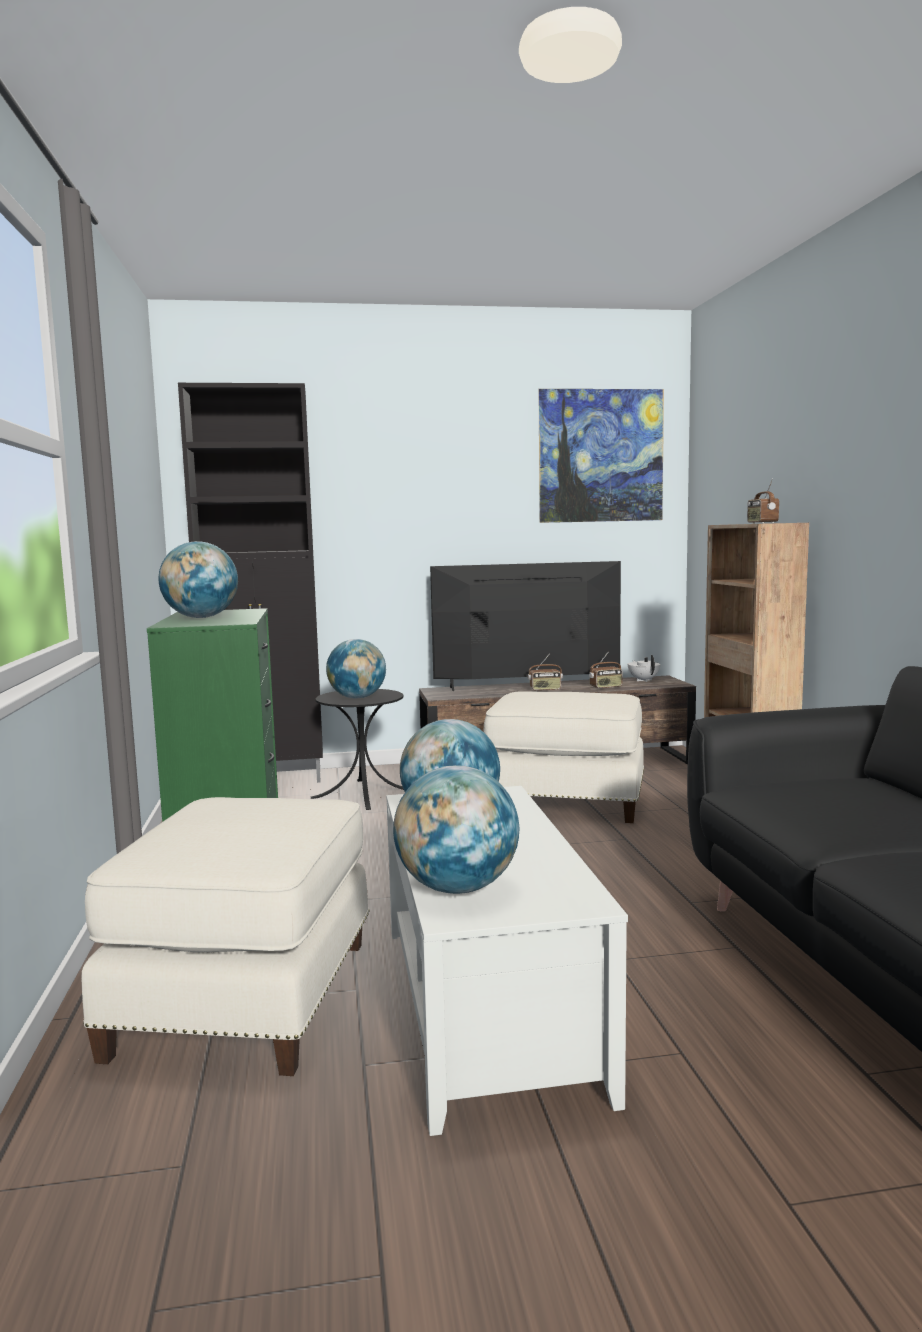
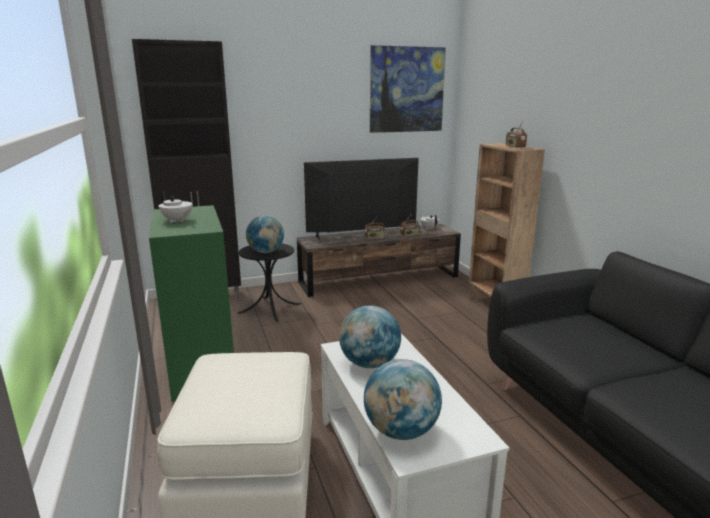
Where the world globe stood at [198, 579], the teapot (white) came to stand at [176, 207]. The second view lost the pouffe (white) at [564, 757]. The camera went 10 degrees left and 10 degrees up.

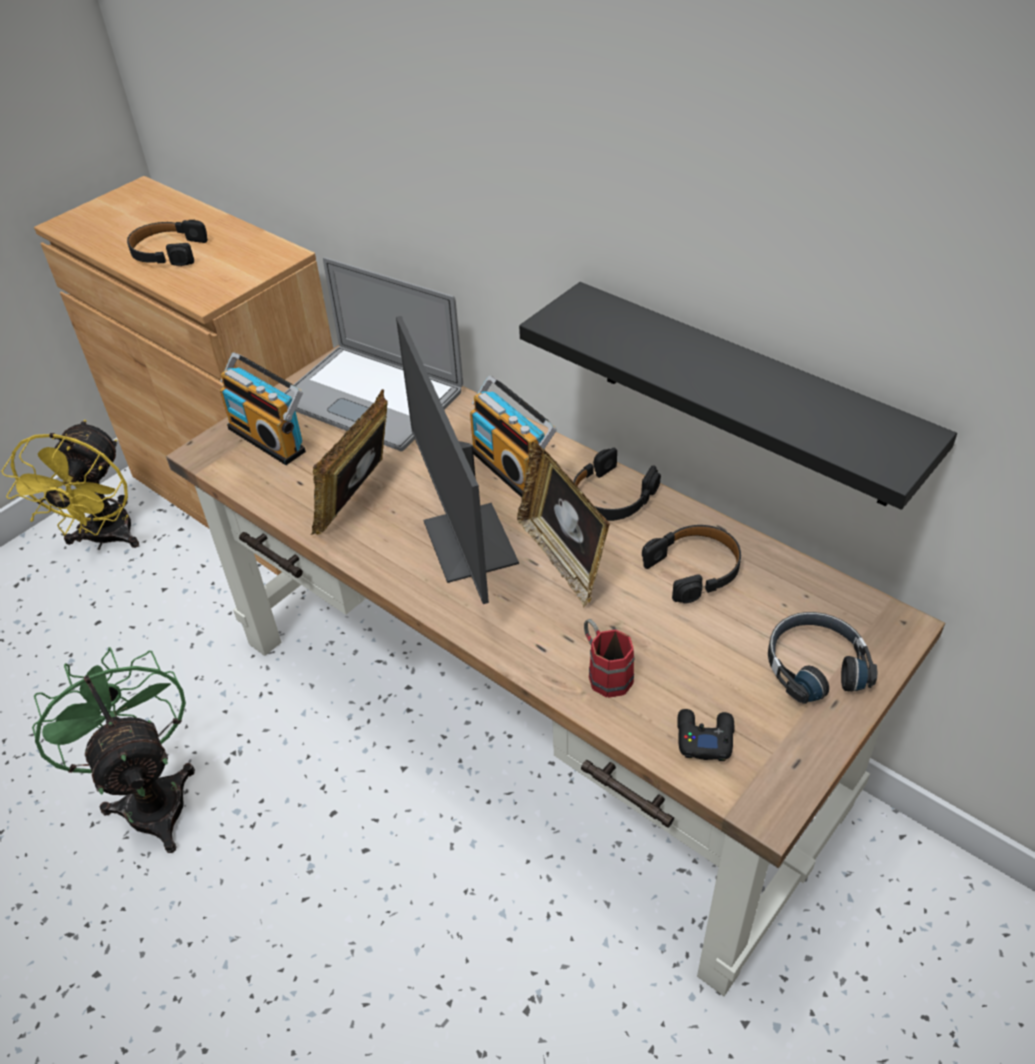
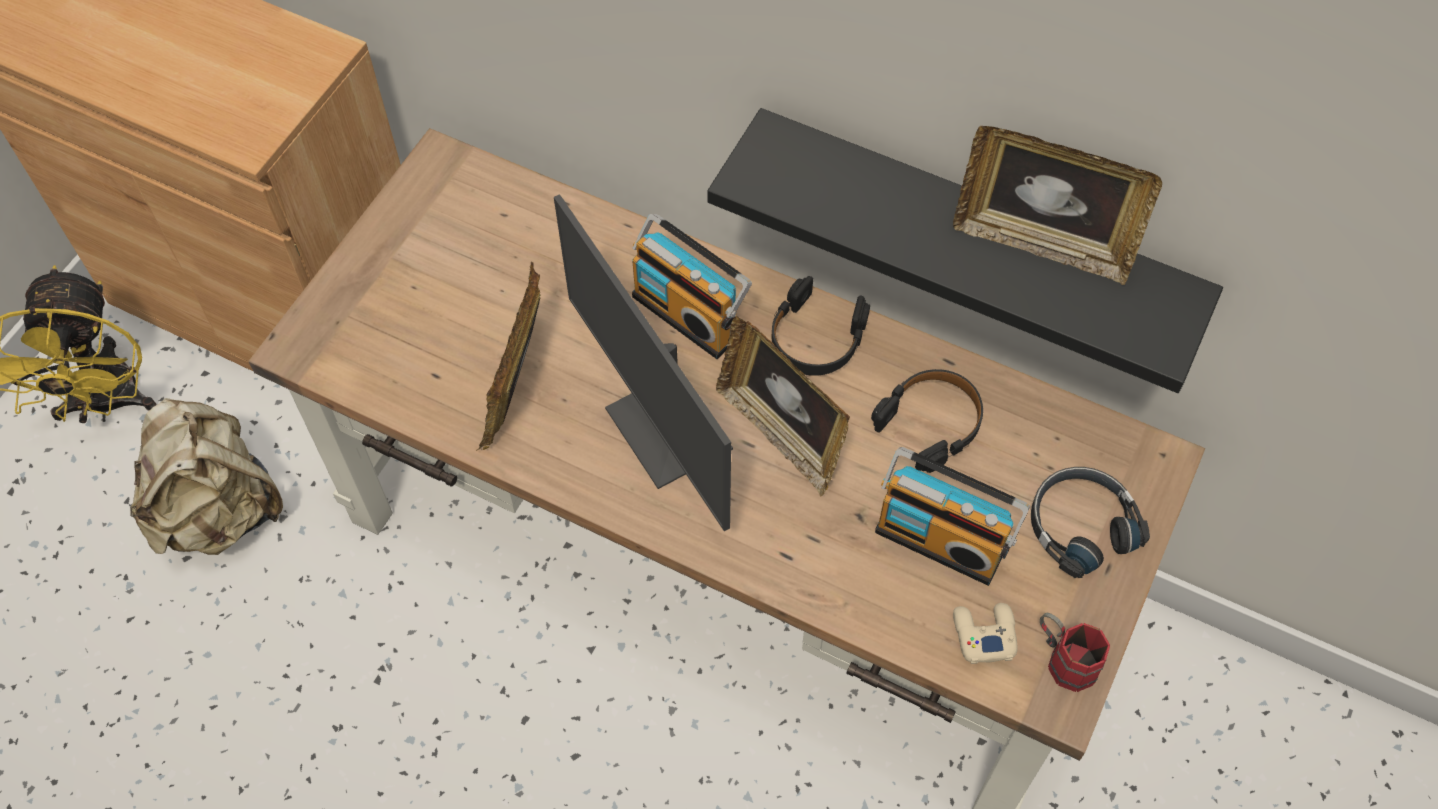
The second view lost the cooling fan (greenish) at [113, 750]. The second view lost the headphones (black) at [167, 243]. The radio ended up elsewhere, having gone from [263, 408] to [952, 516]. The second view lost the portable computer at [373, 354]. The coffee mug (reddish) ended up elsewhere, having gone from [609, 658] to [1075, 652]. What was the joypad (black) at [705, 735] turned into the joypad (beige) at [985, 633]. The second view gained the rucksack (beige) at [206, 476]. The second view gained the photo frame at [1057, 205]. The camera went 15 degrees left and 15 degrees up.

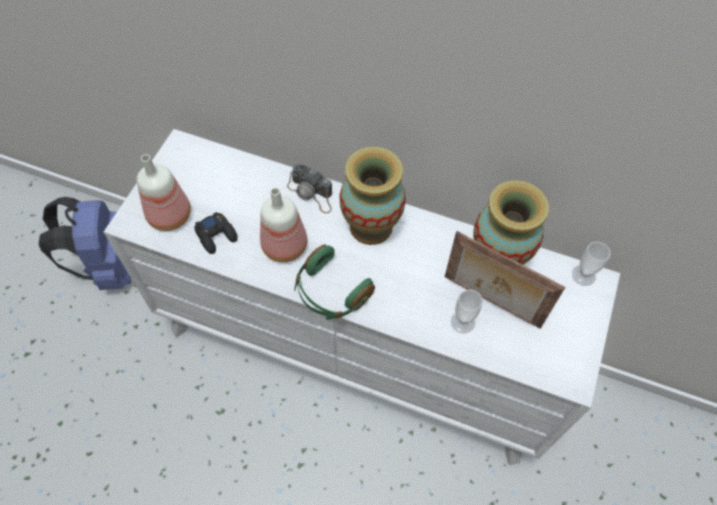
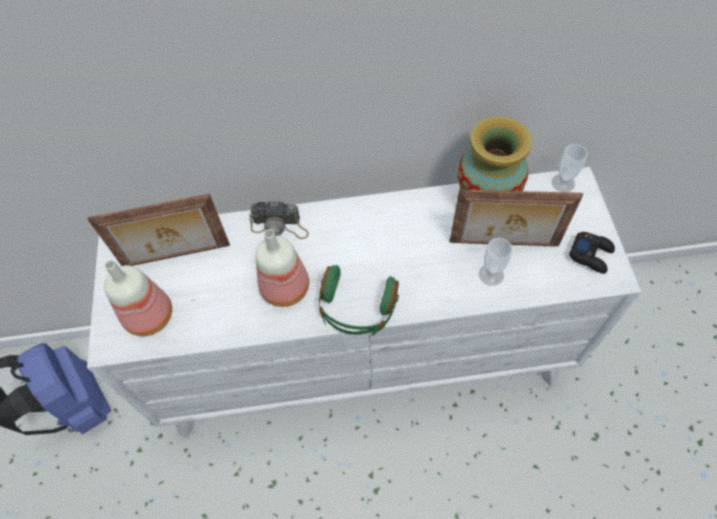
The joypad (black) ended up elsewhere, having gone from [216, 233] to [592, 253]. The second view lost the flower vase at [373, 196]. The second view gained the photo frame at [159, 229]. The camera went 25 degrees left and 0 degrees up.

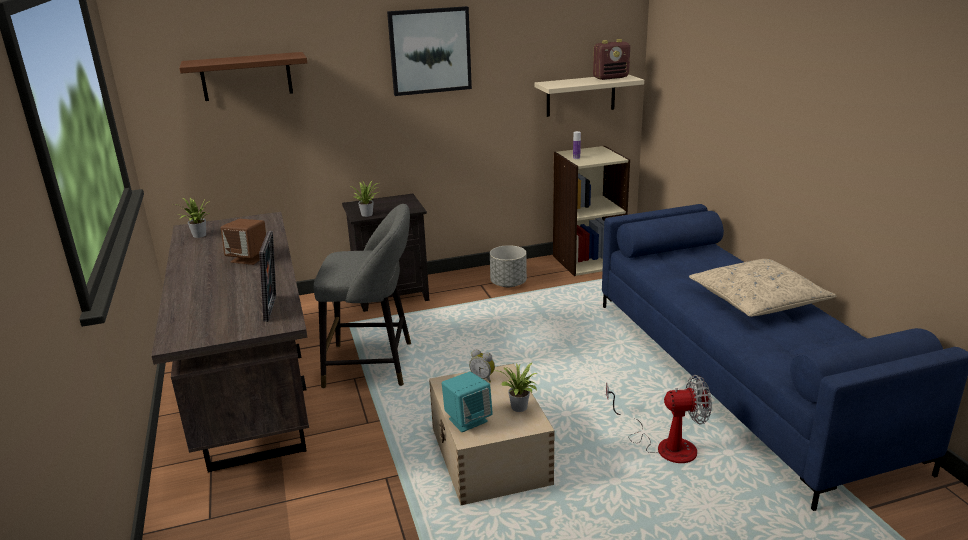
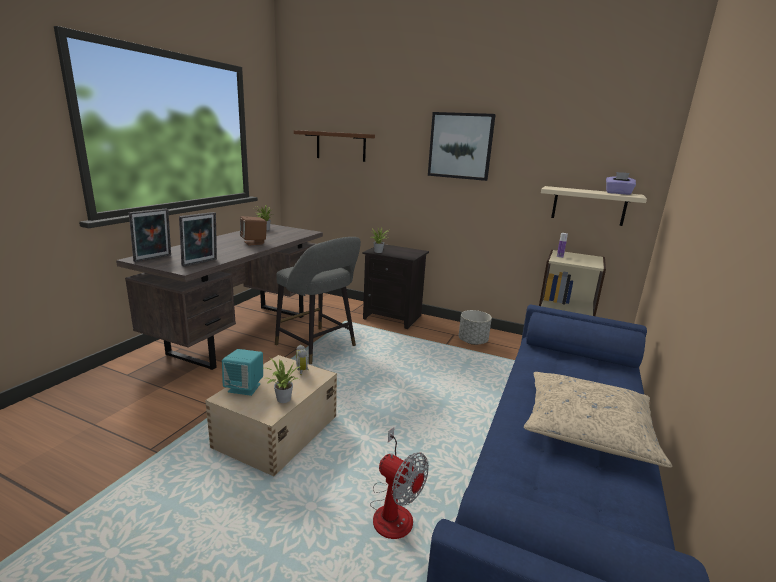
Where the radio stood at [611, 59], the tissue holder (purplish) came to stand at [621, 183]. The second view gained the photo frame at [150, 235]. The camera went 40 degrees right and 5 degrees down.

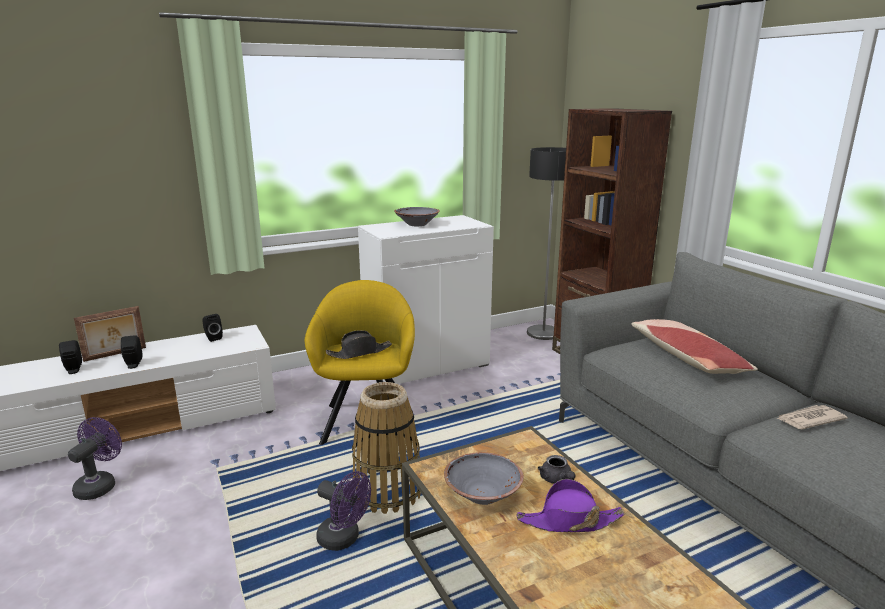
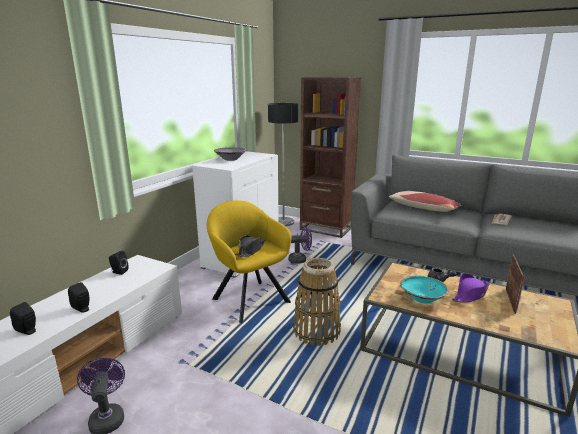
The photo frame ended up elsewhere, having gone from [110, 334] to [515, 284]. The cooling fan (purplish) ended up elsewhere, having gone from [343, 511] to [300, 245]. What was the bowl (grey) at [484, 478] turned into the bowl (blue-green) at [424, 290]. The camera went 35 degrees left and 0 degrees up.

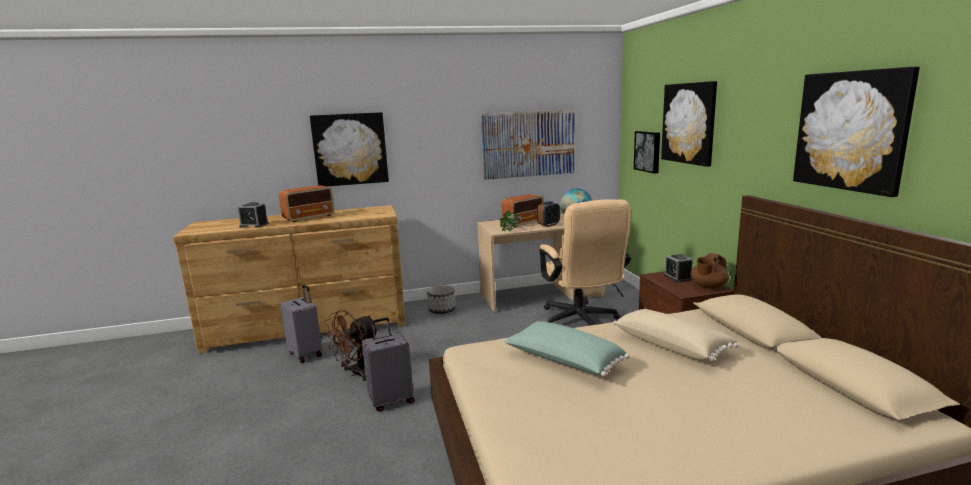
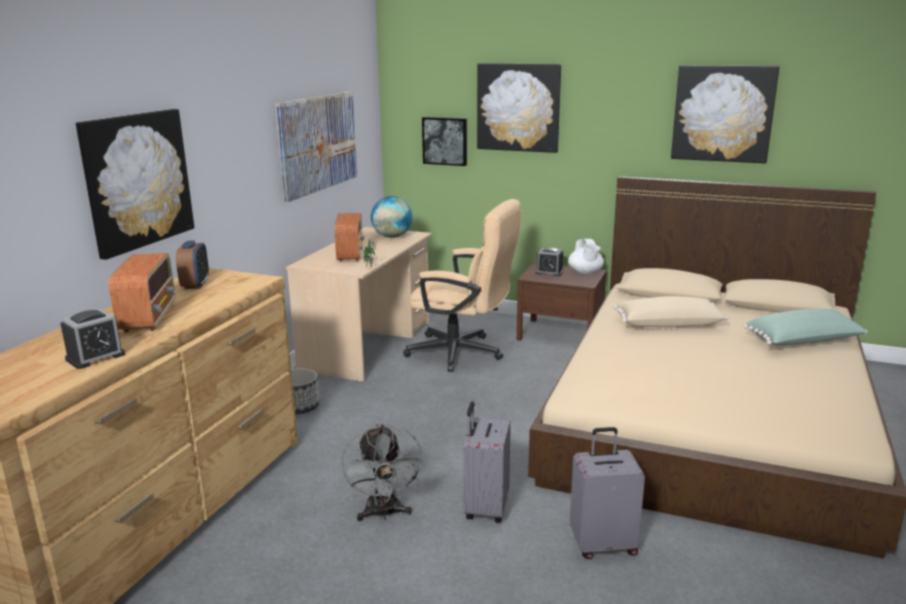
The suitcase (grey) ended up elsewhere, having gone from [301, 324] to [607, 493]. What was the cooling fan (brown) at [351, 345] turned into the cooling fan (grey) at [383, 472]. The cushion (greenish) ended up elsewhere, having gone from [567, 349] to [805, 327]. The alarm clock ended up elsewhere, having gone from [548, 214] to [192, 265]. What was the teapot (brown) at [710, 271] turned into the teapot (white) at [586, 256]. The camera went 55 degrees left and 5 degrees up.

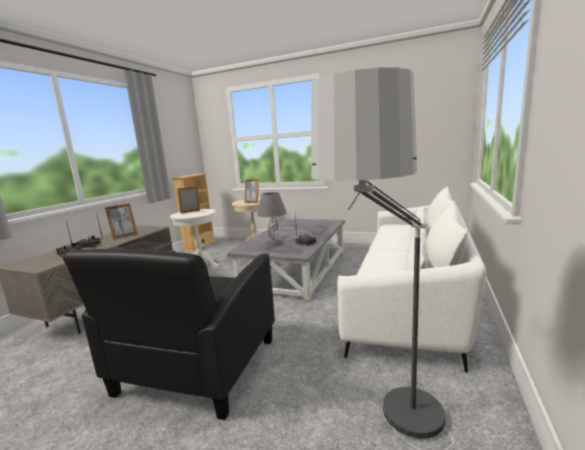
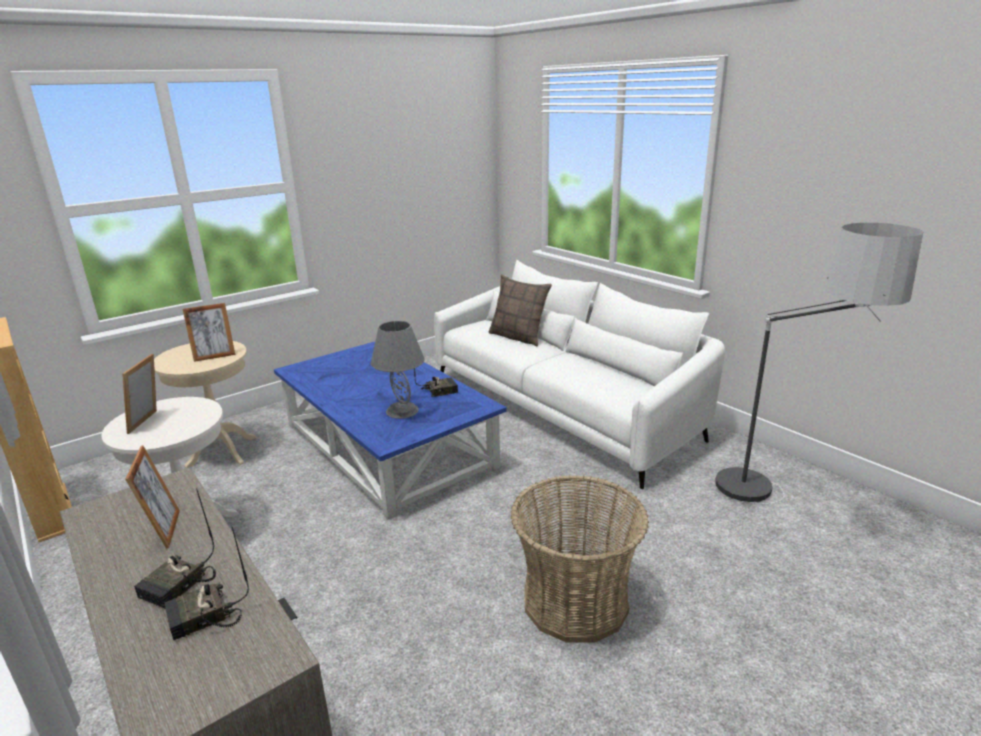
Where the armchair (black) stood at [169, 334], the basket came to stand at [580, 559]. What was the lounge table (grey) at [286, 260] turned into the lounge table (blue) at [390, 430]. The second view gained the cushion at [520, 310]. The camera went 60 degrees left and 10 degrees up.

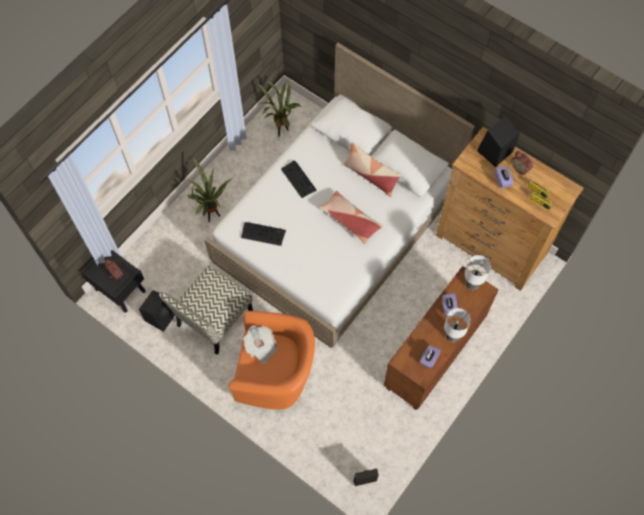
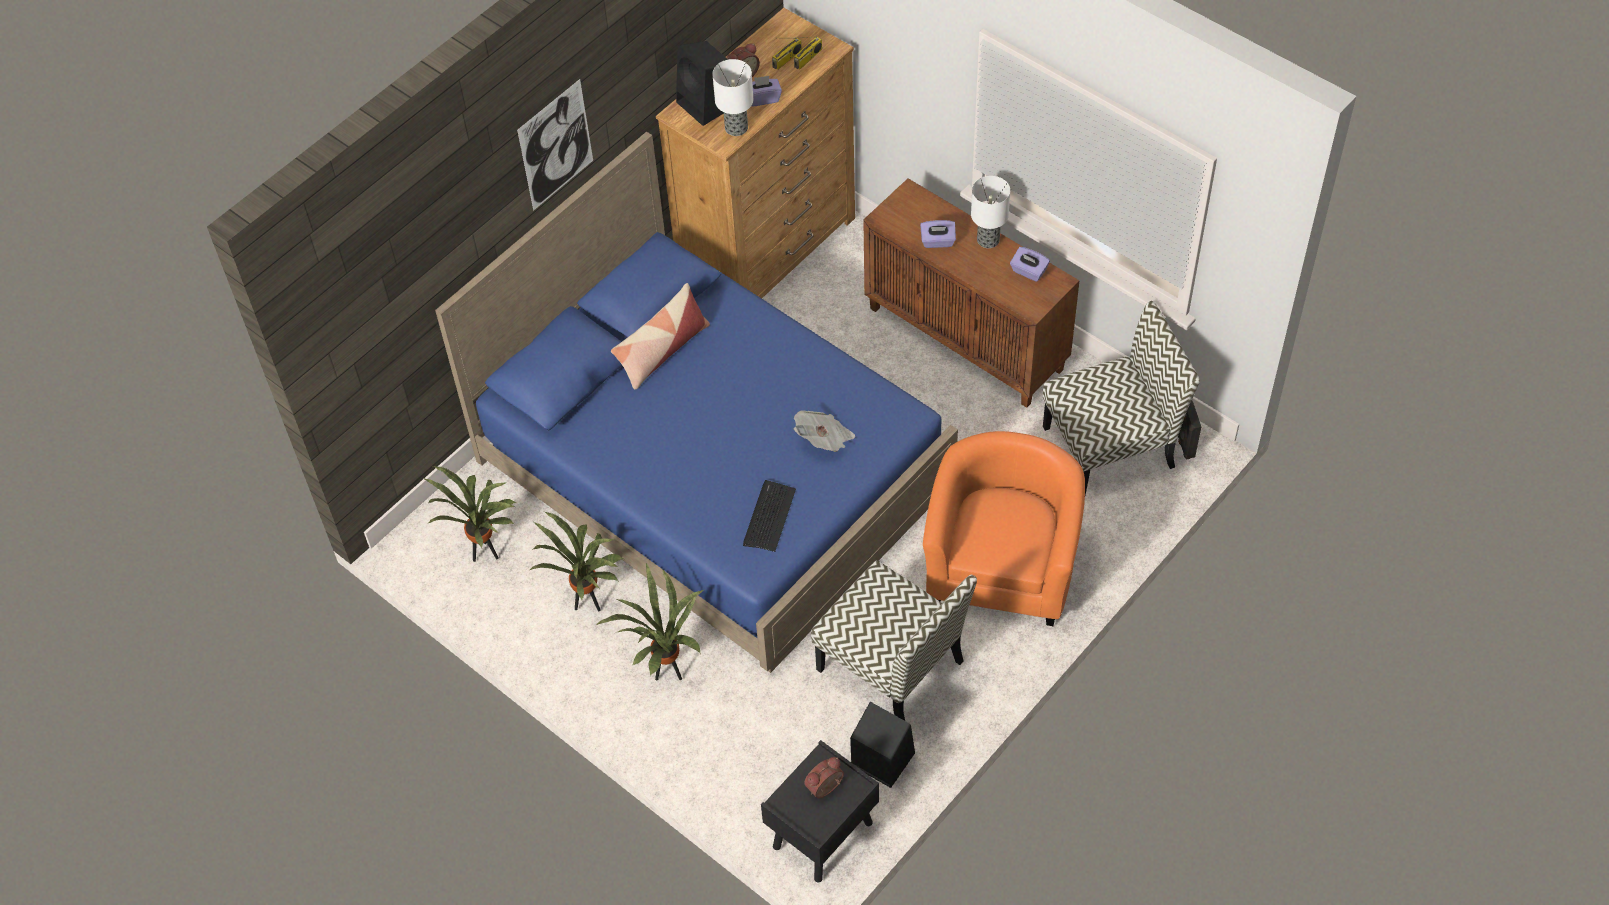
What was the sleeping bed (white) at [339, 195] turned into the sleeping bed (blue) at [696, 402]. The printed paper ended up elsewhere, having gone from [260, 345] to [824, 431]. The second view lost the PC keyboard at [299, 179]. The second view lost the cushion at [351, 217]. The table lamp ended up elsewhere, having gone from [477, 272] to [732, 97]. The second view gained the picture at [555, 144]. The second view gained the potted plant at [577, 561]. The second view gained the chair at [1121, 398]. The camera went 85 degrees left and 10 degrees down.

